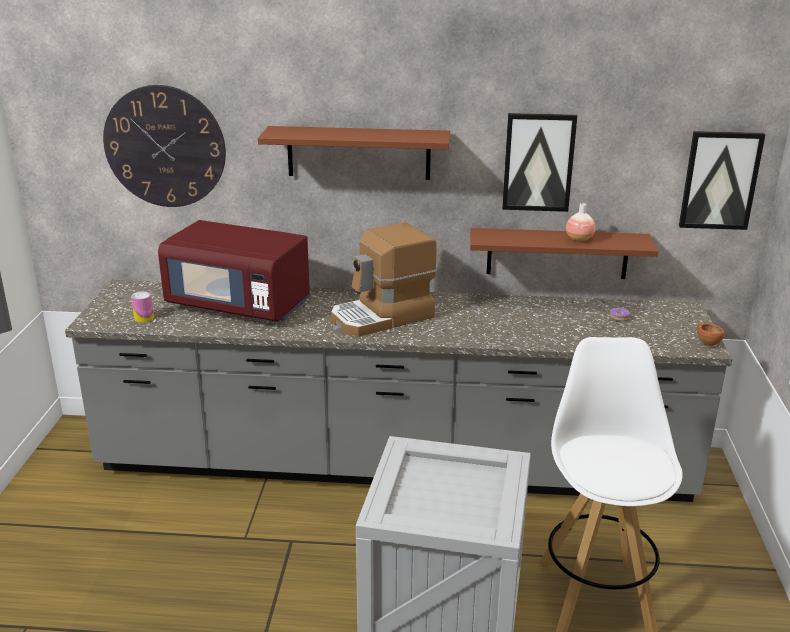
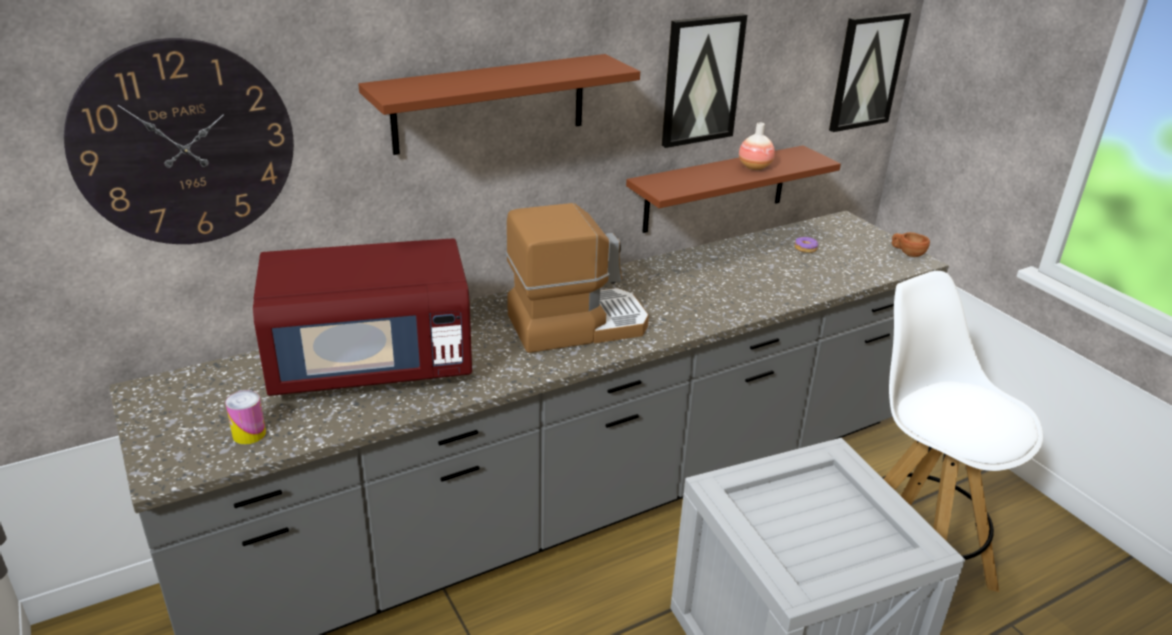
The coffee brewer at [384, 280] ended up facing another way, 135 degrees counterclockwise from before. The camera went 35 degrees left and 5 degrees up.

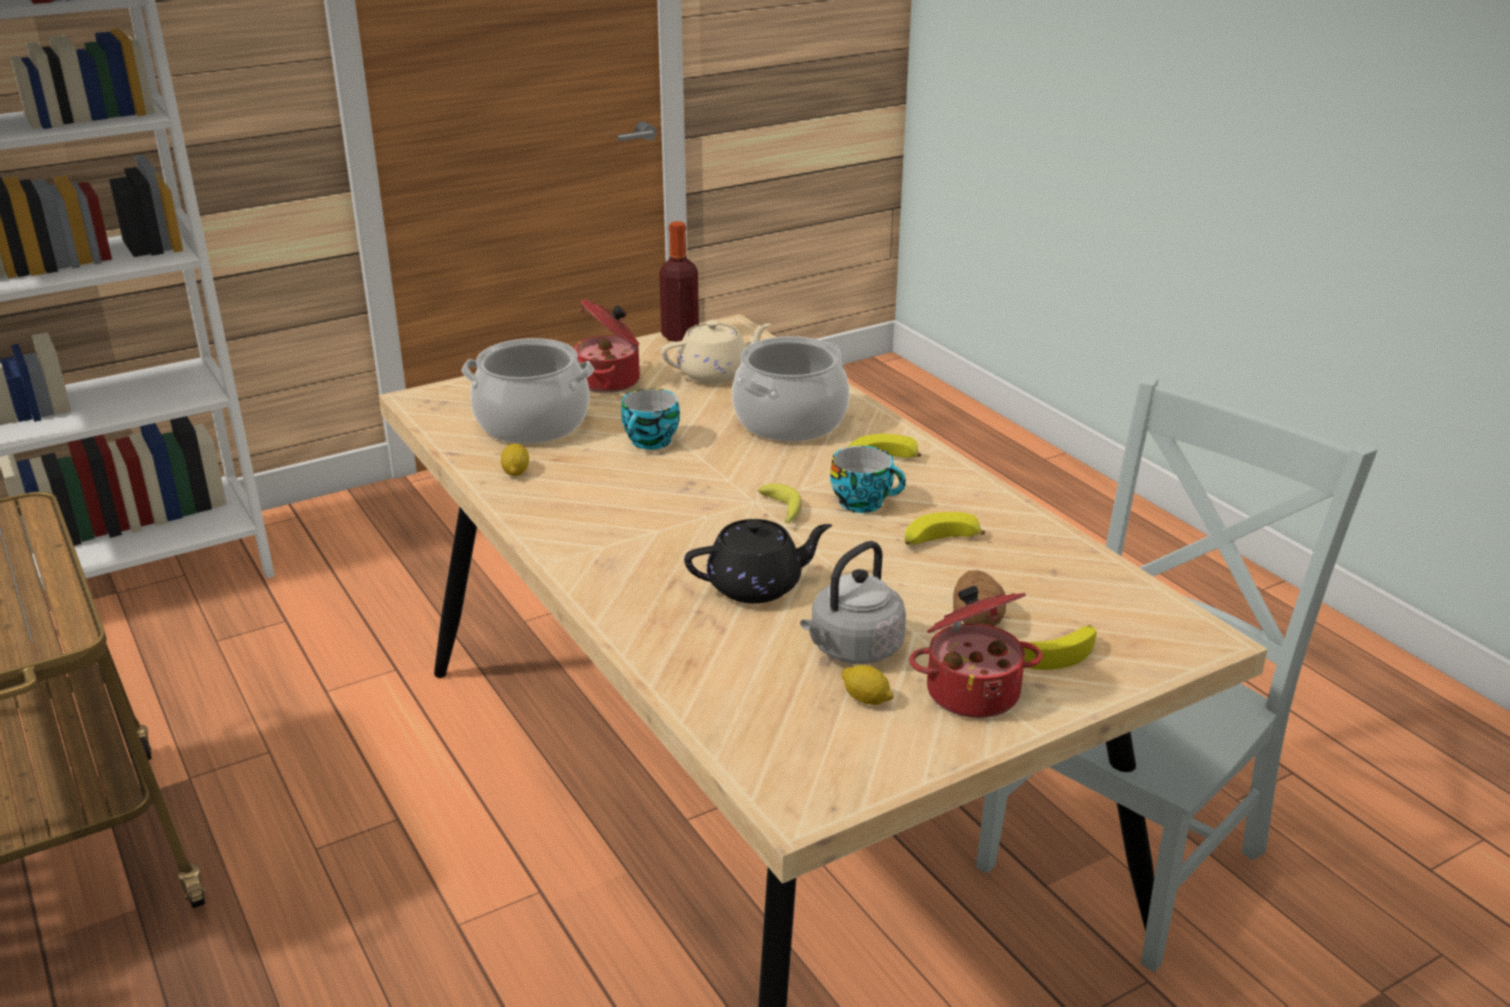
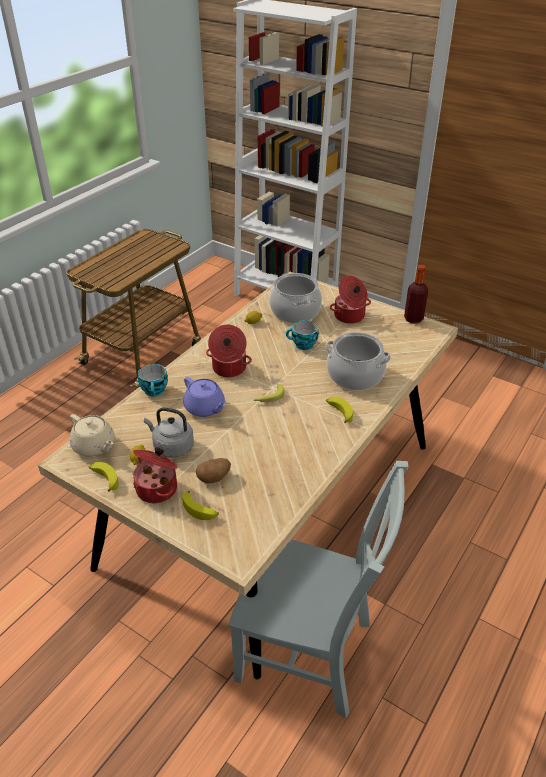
The teapot (beige) ended up elsewhere, having gone from [715, 352] to [92, 435]. What was the teapot (black) at [758, 561] turned into the teapot (purplish) at [204, 397]. The drinking cup ended up elsewhere, having gone from [868, 479] to [153, 380]. The whole banana ended up elsewhere, having gone from [945, 528] to [104, 477]. The second view gained the cooking pot at [229, 351]. The camera went 65 degrees right and 10 degrees up.

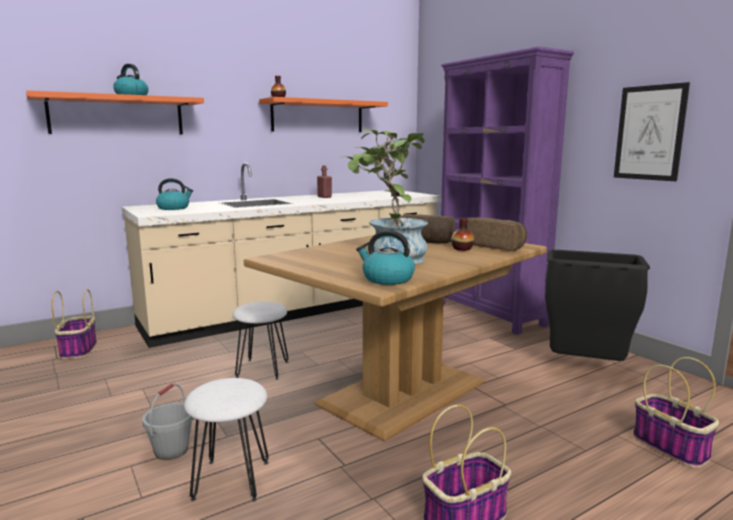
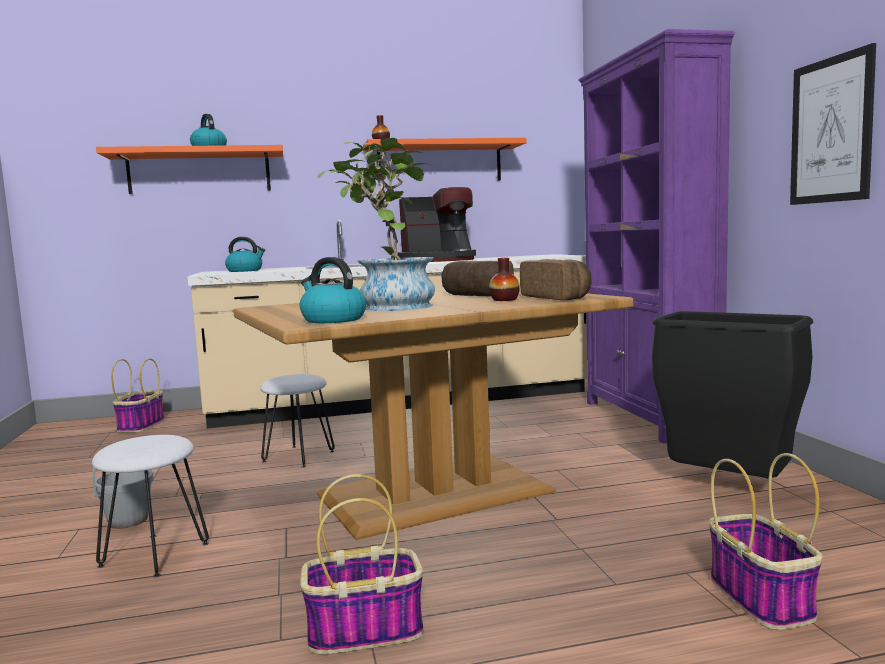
Where the drink bottle (reddish) stood at [324, 181], the coffee brewer came to stand at [436, 224]. The camera went 20 degrees right and 5 degrees down.

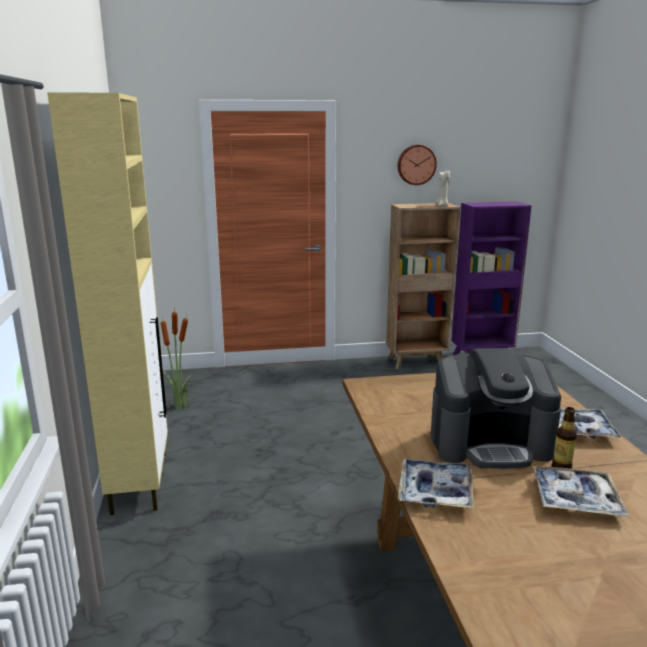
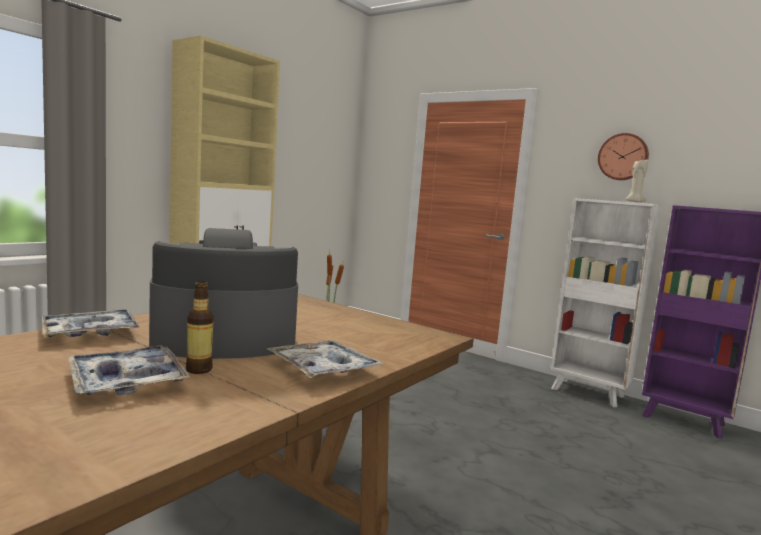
What was the bookcase (brown) at [423, 286] turned into the bookcase (white) at [606, 302]. The coffee brewer at [496, 408] ended up facing another way, 120 degrees clockwise from before. The camera went 45 degrees right and 10 degrees down.

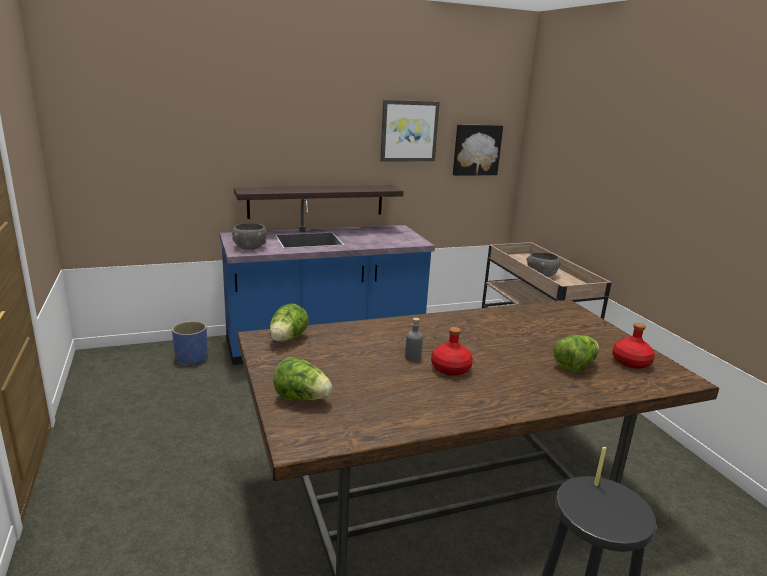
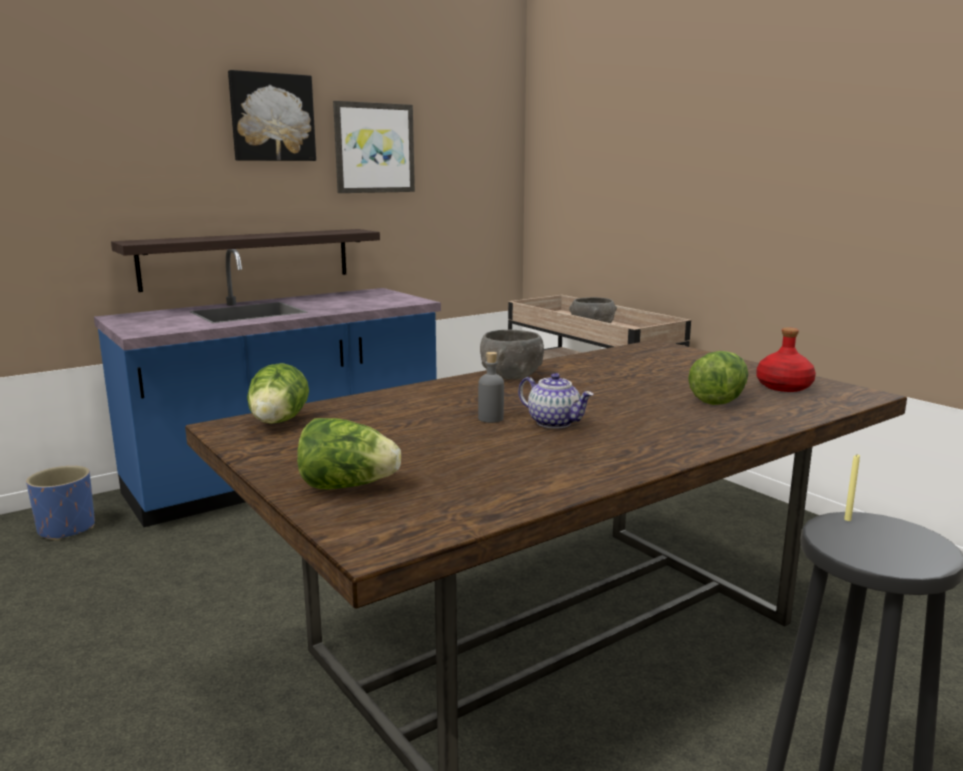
The bowl (grey) ended up elsewhere, having gone from [249, 236] to [512, 354]. Where the drink bottle (reddish) stood at [452, 351], the teapot came to stand at [556, 401]. The picture ended up elsewhere, having gone from [478, 150] to [272, 115]. The camera went 15 degrees left and 5 degrees down.

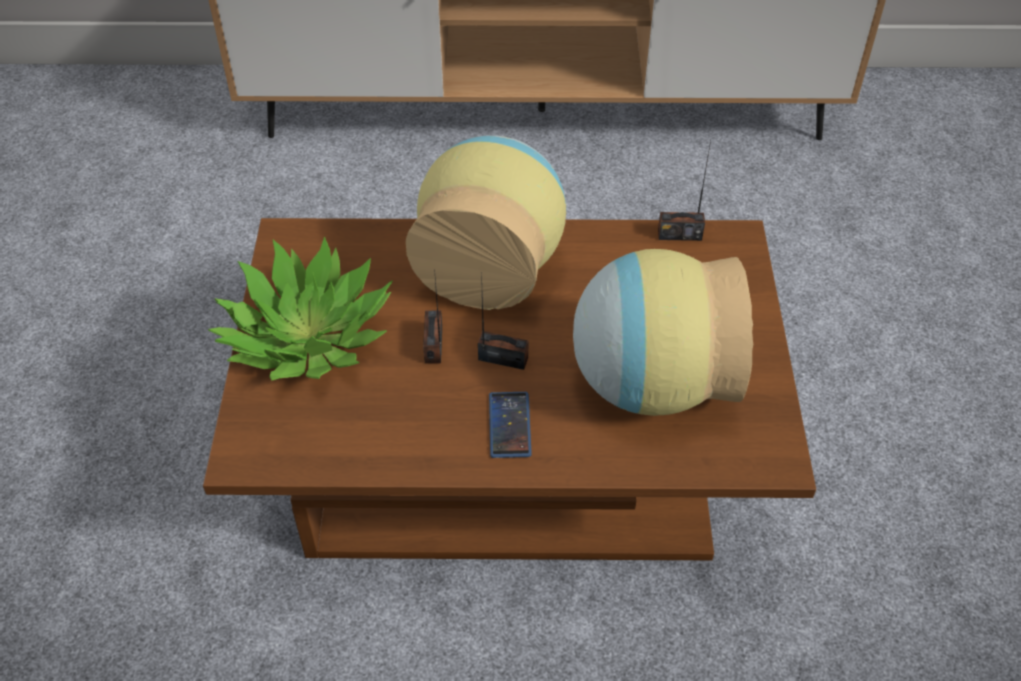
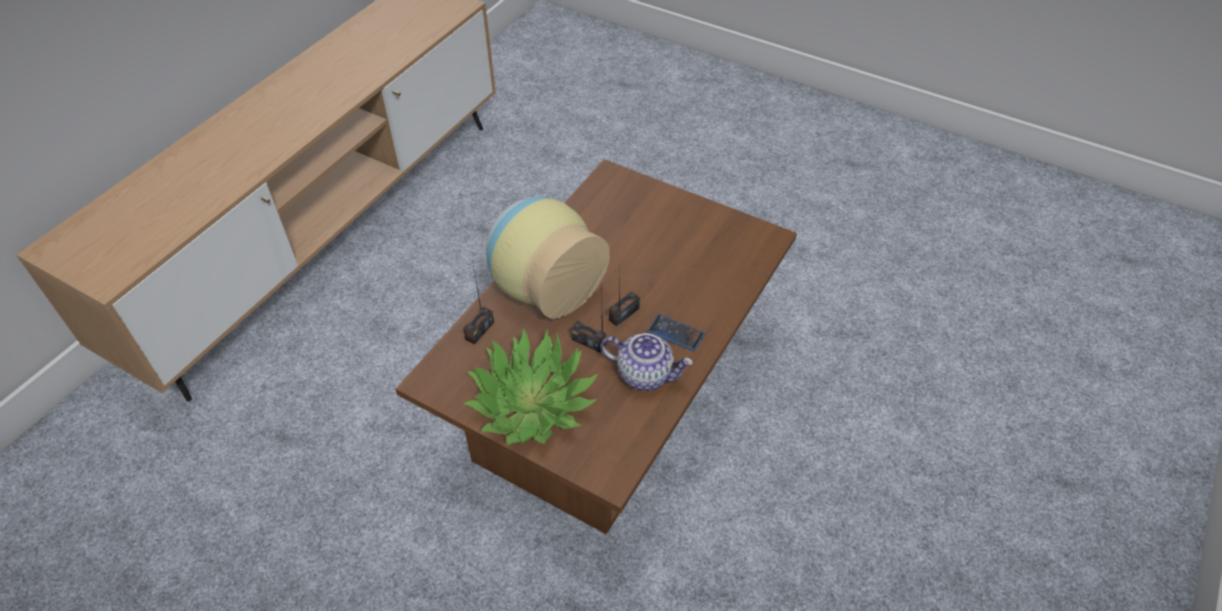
The second view lost the flower vase at [663, 332]. The radio ended up elsewhere, having gone from [684, 190] to [478, 304]. The second view gained the teapot at [646, 362]. The camera went 60 degrees left and 0 degrees up.

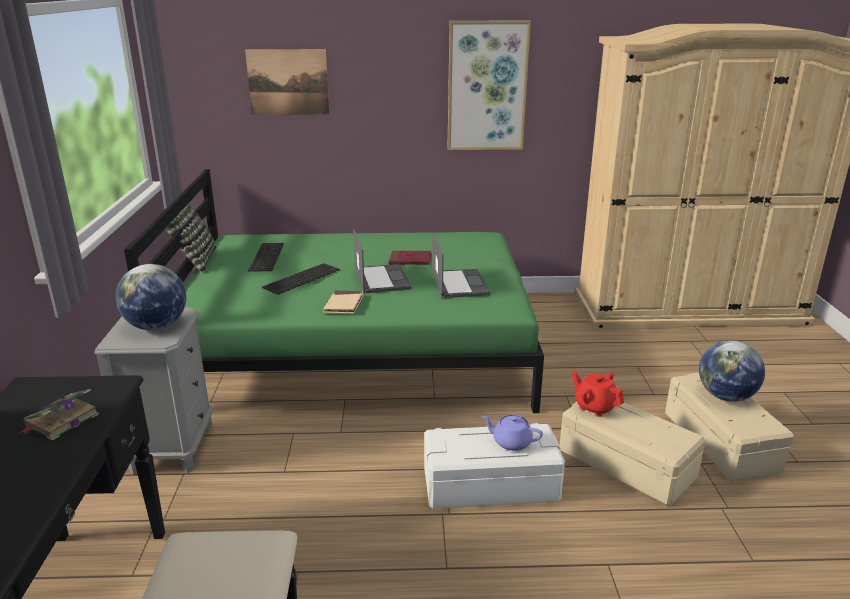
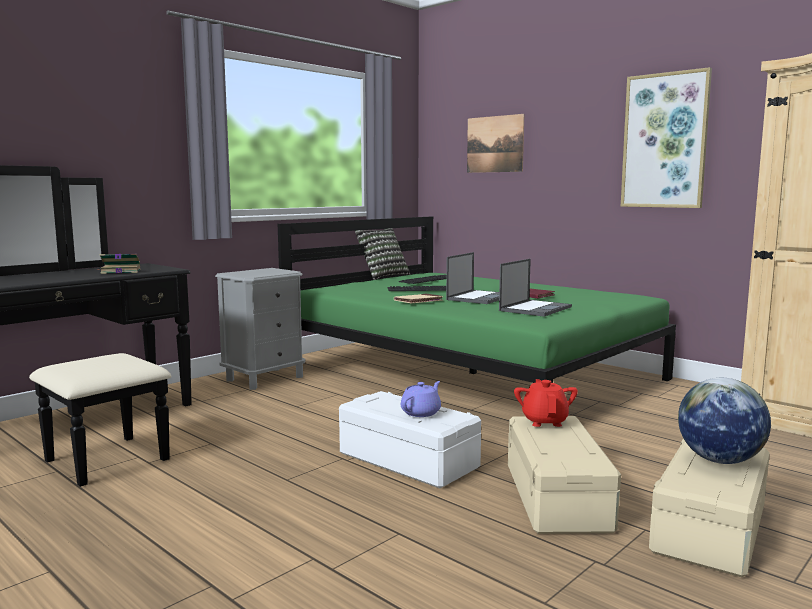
The second view lost the world globe at [151, 297]. The teapot (purplish) at [512, 433] ended up facing another way, 60 degrees clockwise from before. The camera went 45 degrees right and 15 degrees down.

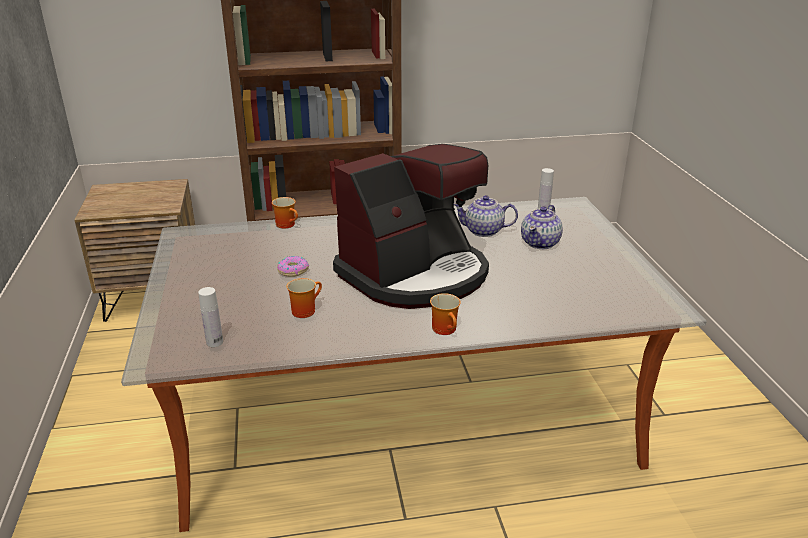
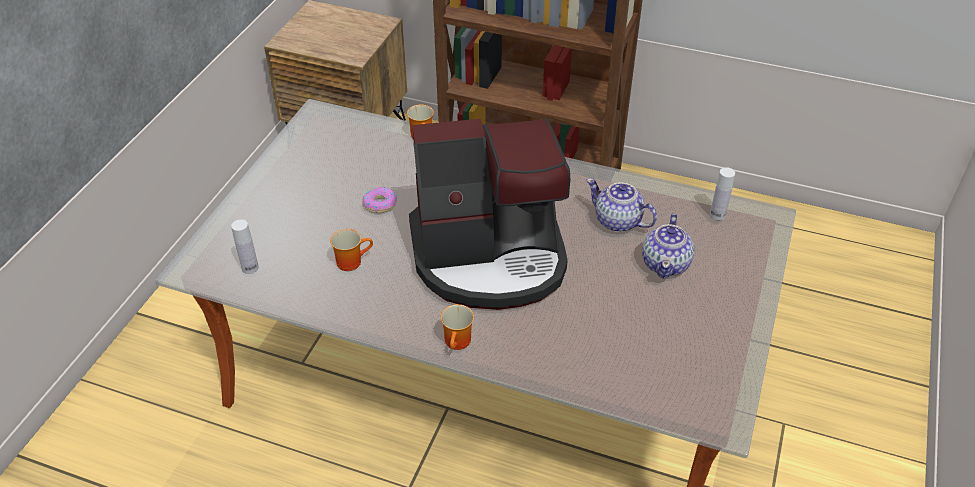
The teapot at [542, 227] ended up facing another way, 45 degrees counterclockwise from before. The camera went 30 degrees right and 15 degrees up.

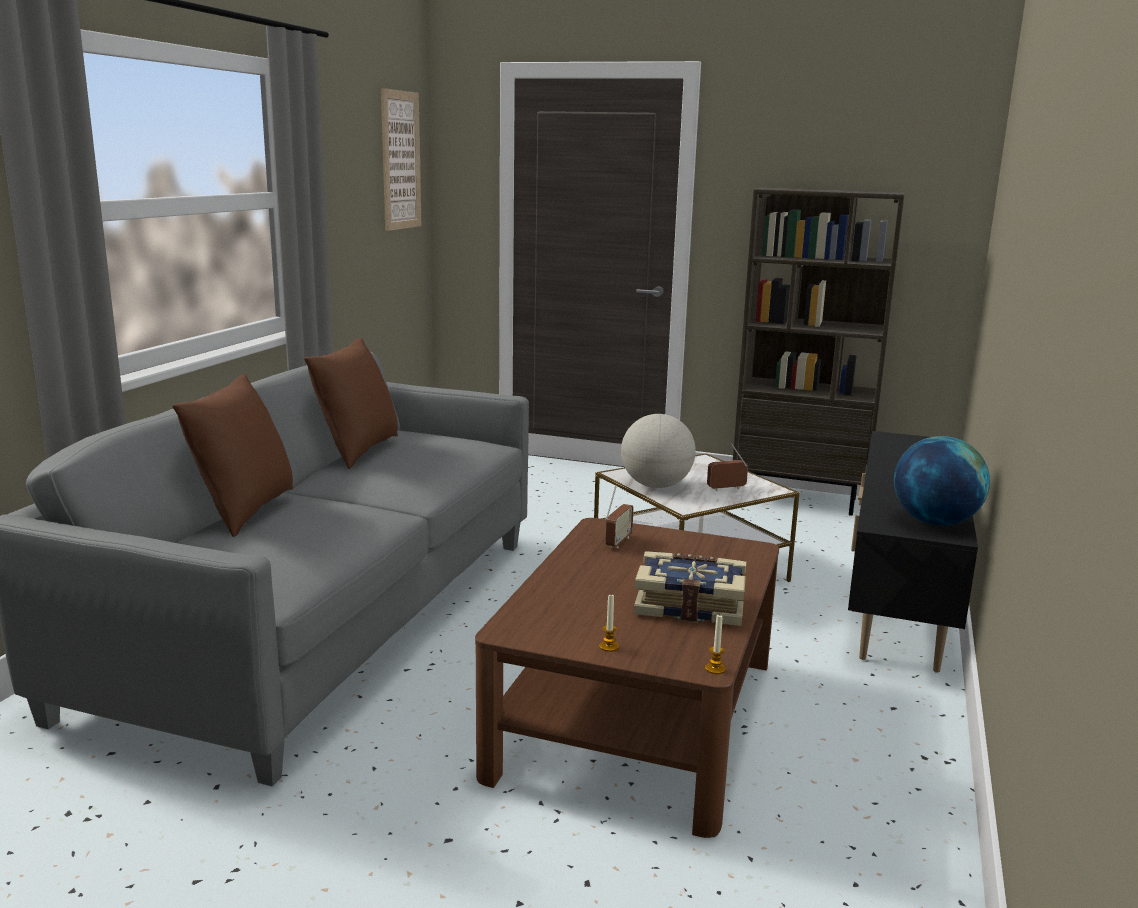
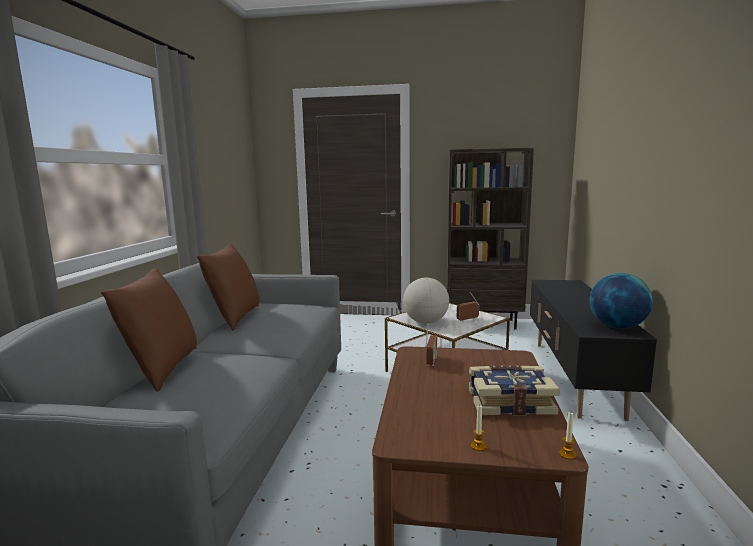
The second view lost the picture at [401, 159]. The camera went 10 degrees left and 5 degrees down.

